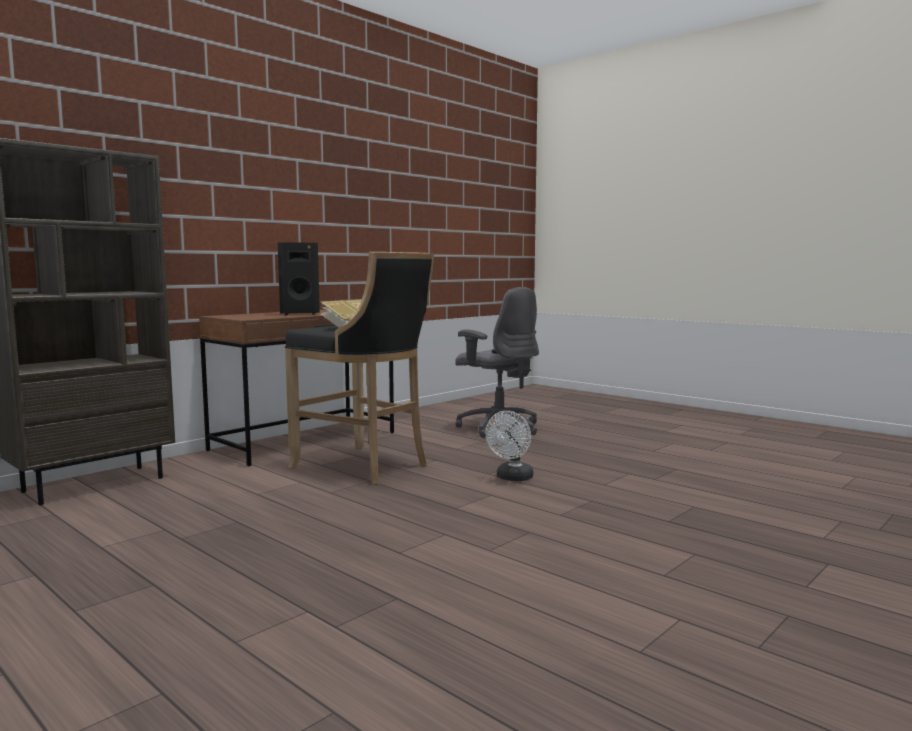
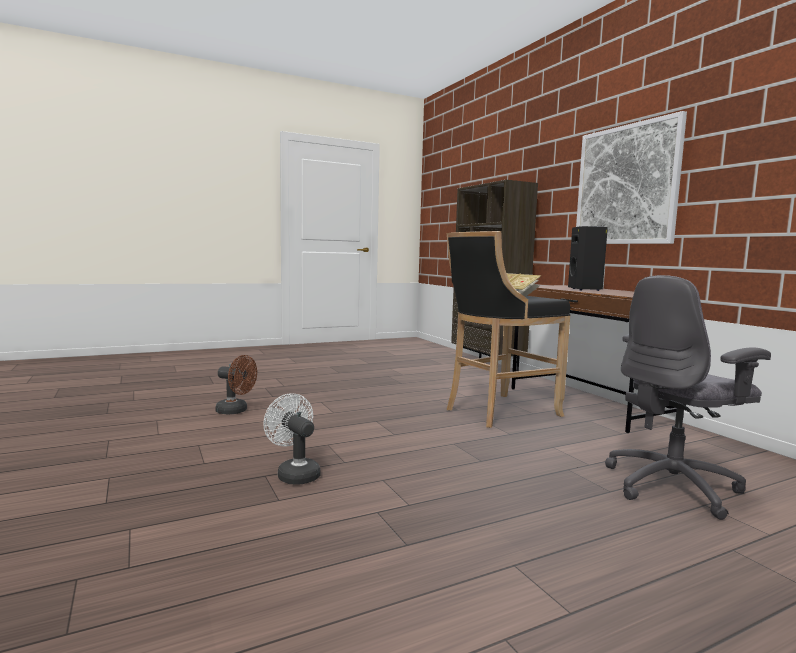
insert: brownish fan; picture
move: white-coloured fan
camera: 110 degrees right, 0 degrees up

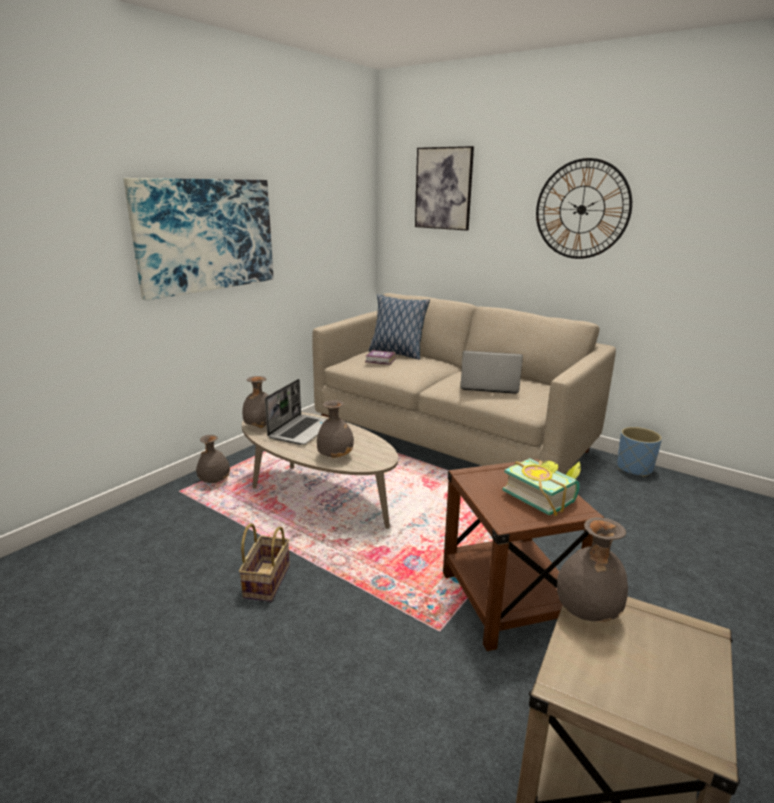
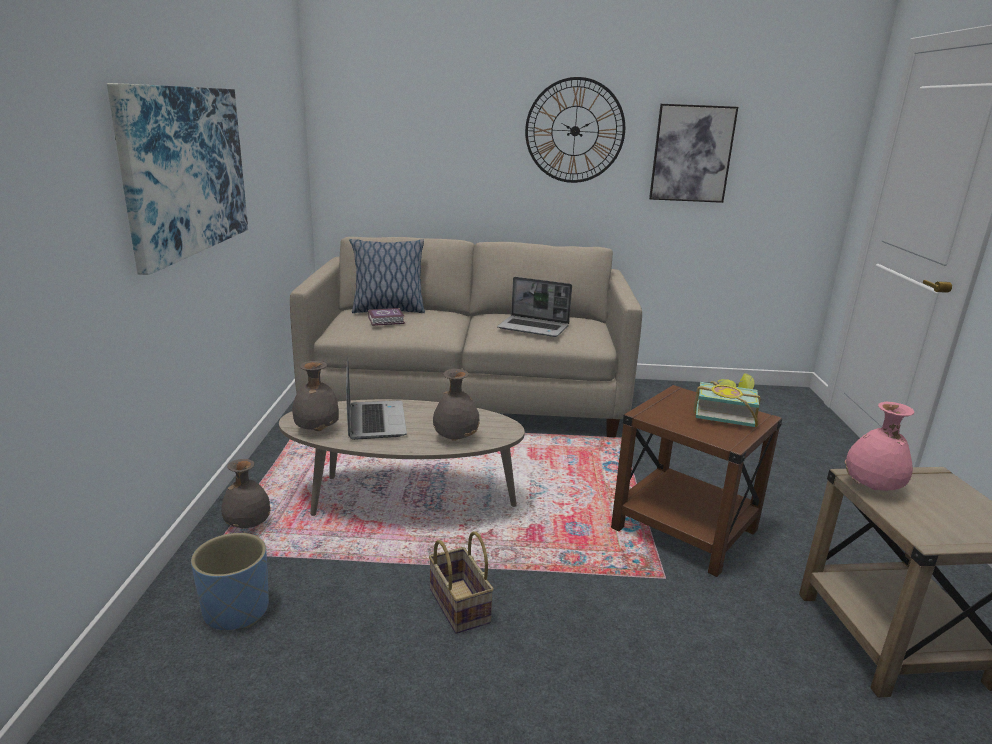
move: blue-coloured planter; picture (2nd from left)
recolor: greyish vase (4th from left) to pink vase
rotate: portable computer (2nd from left) 135 degrees counterclockwise
camera: 35 degrees left, 0 degrees up

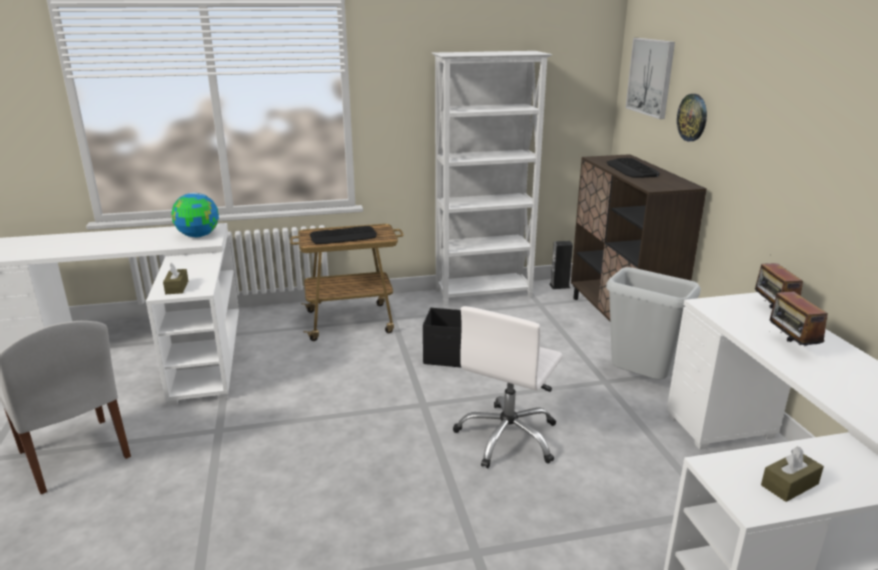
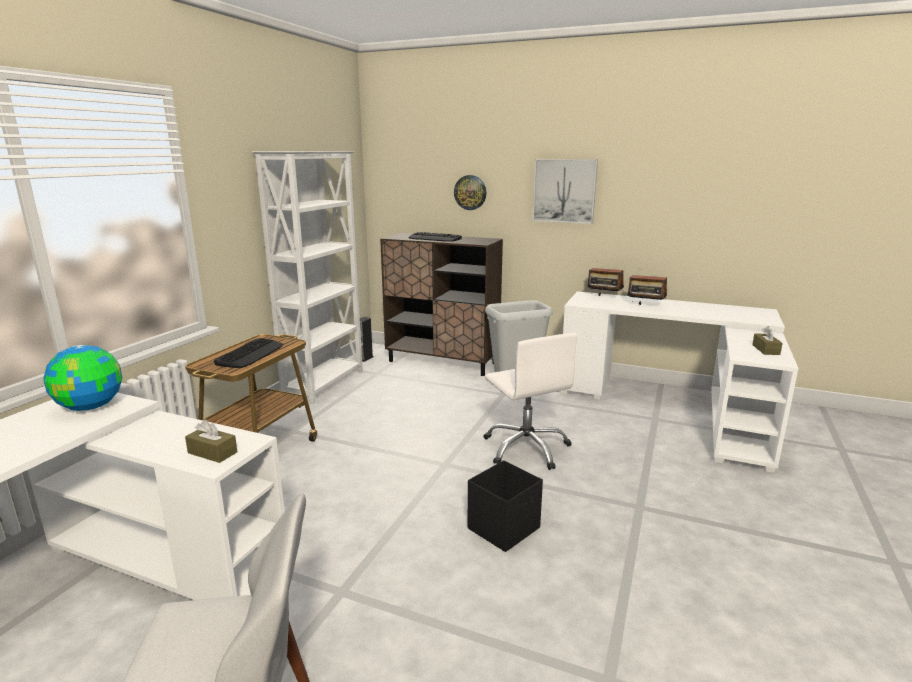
move: blackish storage bin; picture
camera: 55 degrees left, 5 degrees down

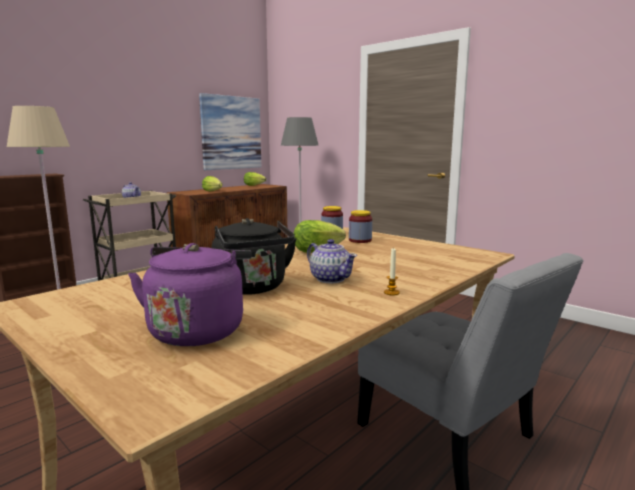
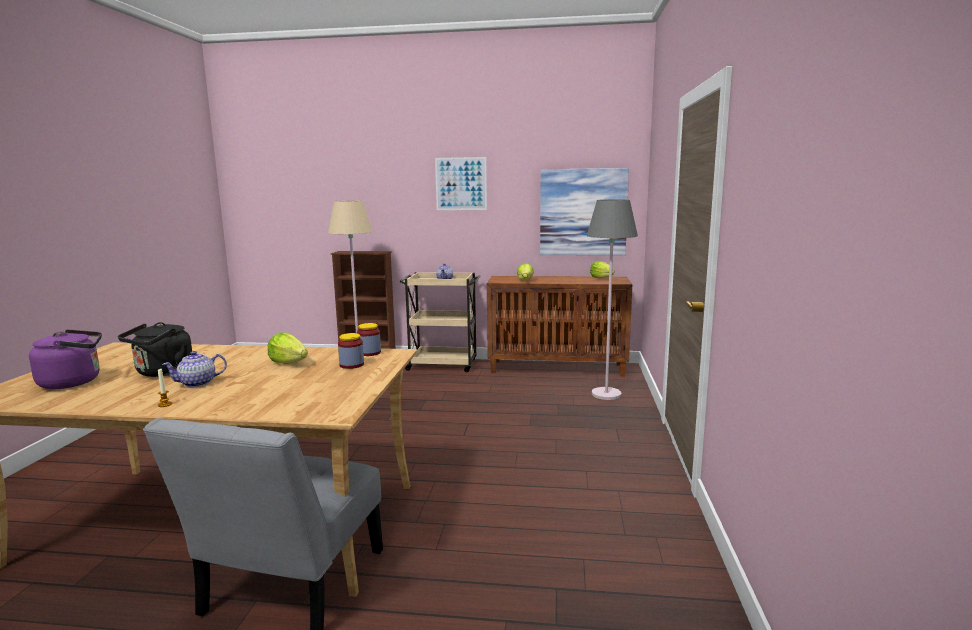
insert: picture (1st from left)
rotate: tea pot (2nd from left in the first image) 45 degrees clockwise
camera: 55 degrees right, 0 degrees up

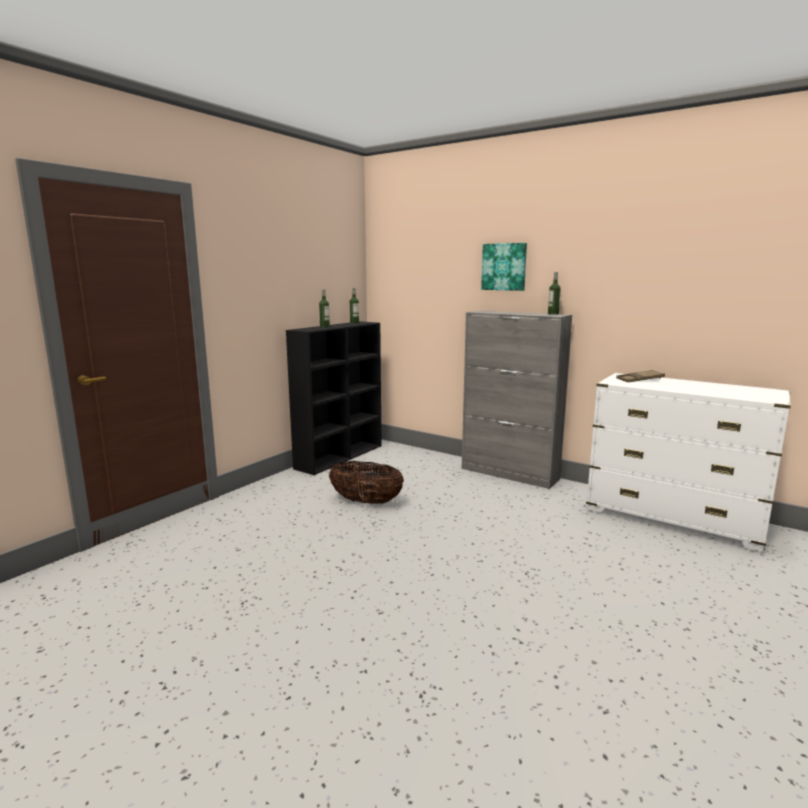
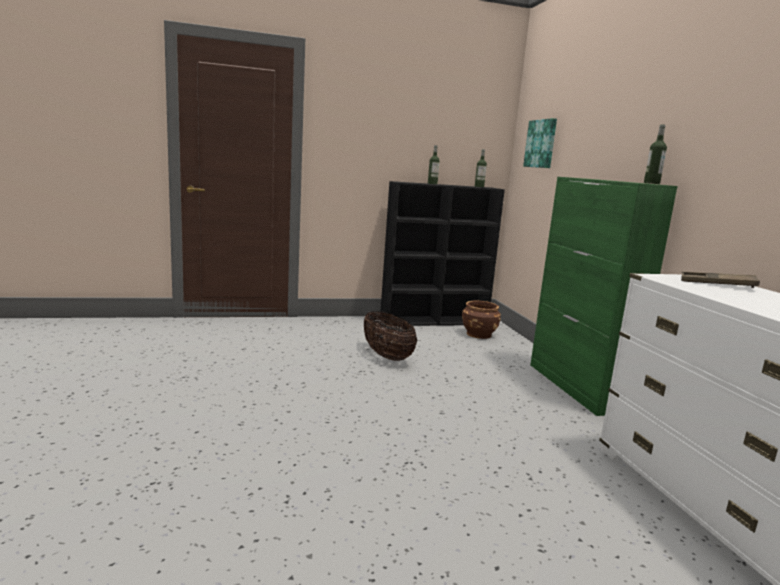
insert: brownish planter
move: picture
recolor: greyish cabinet to greenish cabinet
camera: 40 degrees right, 0 degrees up

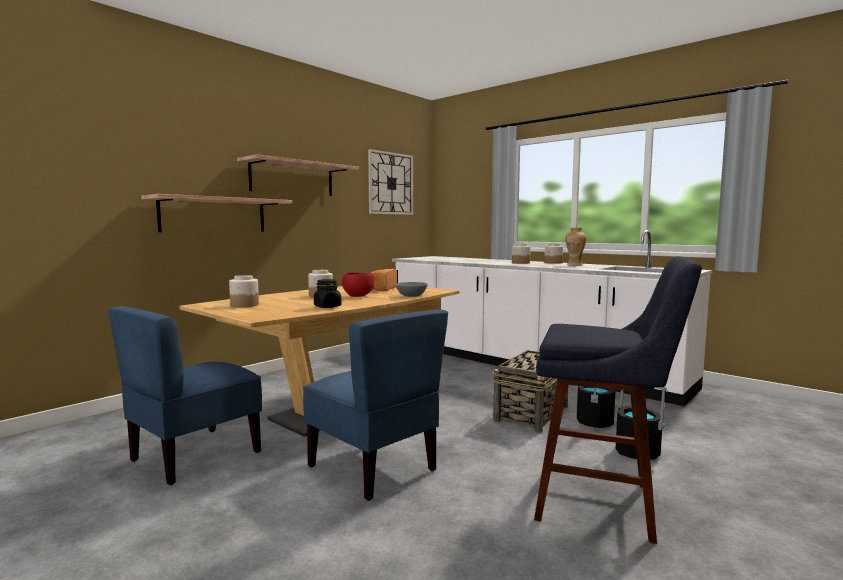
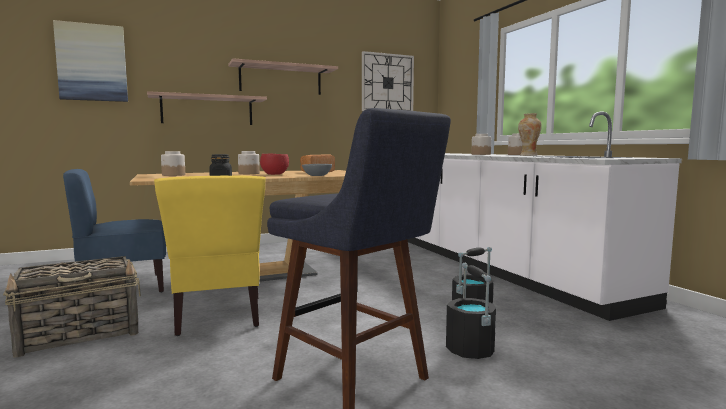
insert: picture
move: basket
recolor: blue-coloured chair (2nd from left) to yellowish chair
camera: 25 degrees right, 0 degrees up

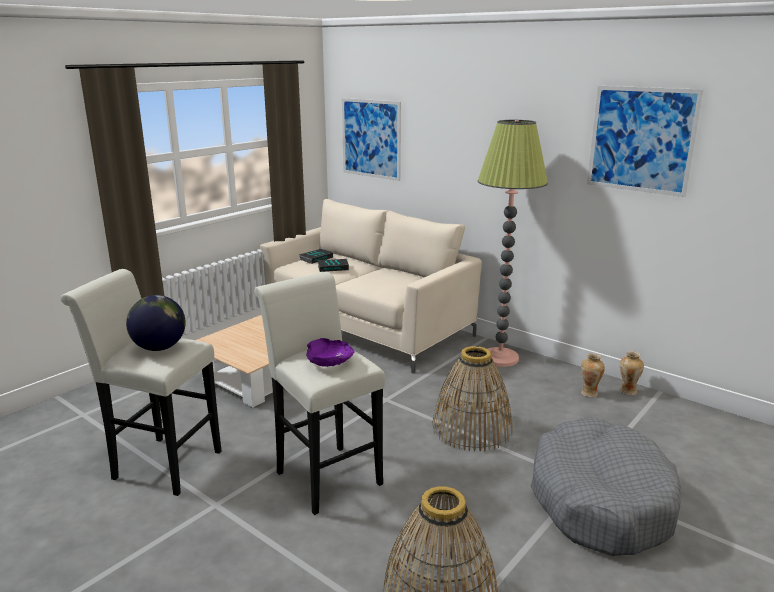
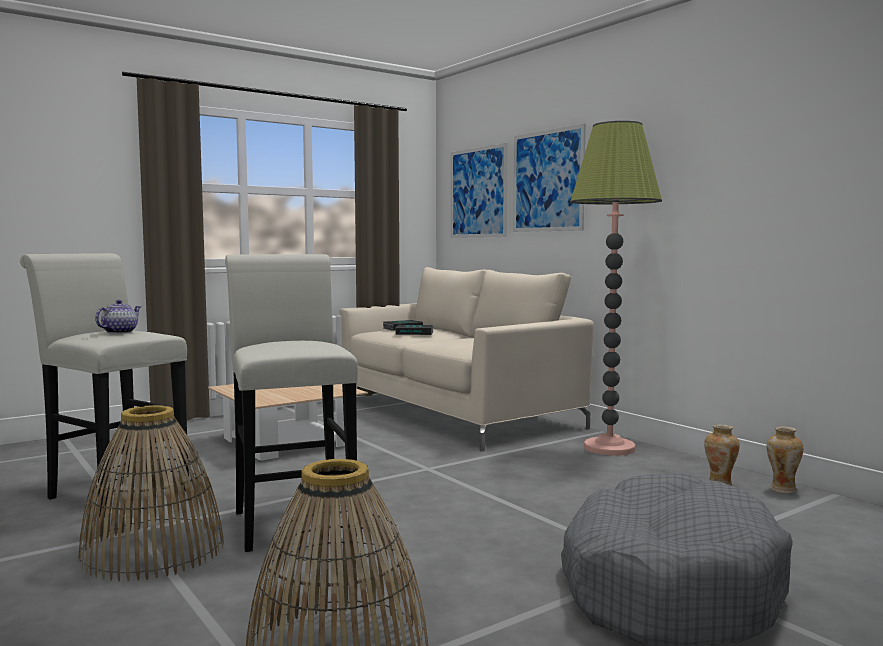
delete: purple-coloured bowl
move: basket (2nd from left in the first image) to basket (1st from left); picture (2nd from left)
replace: globe to tea pot
camera: 15 degrees right, 15 degrees down

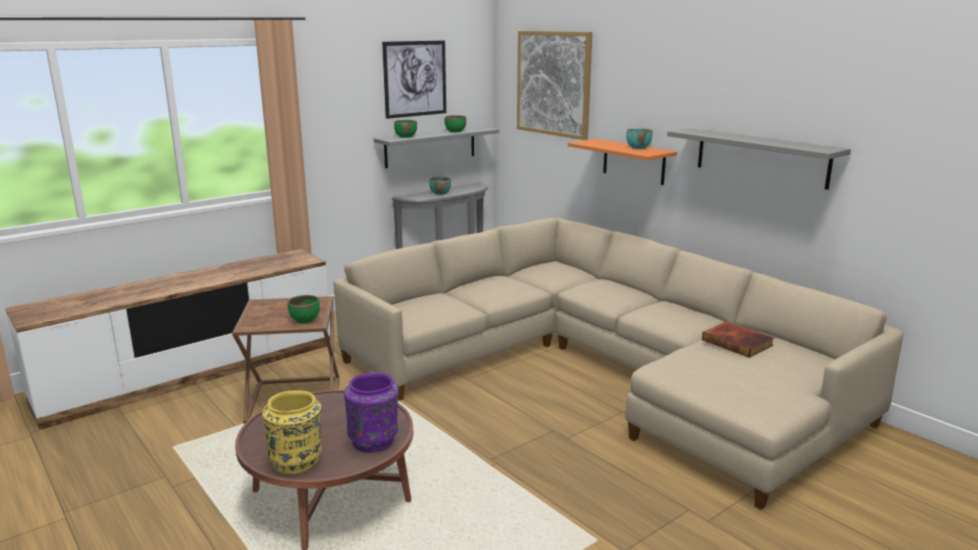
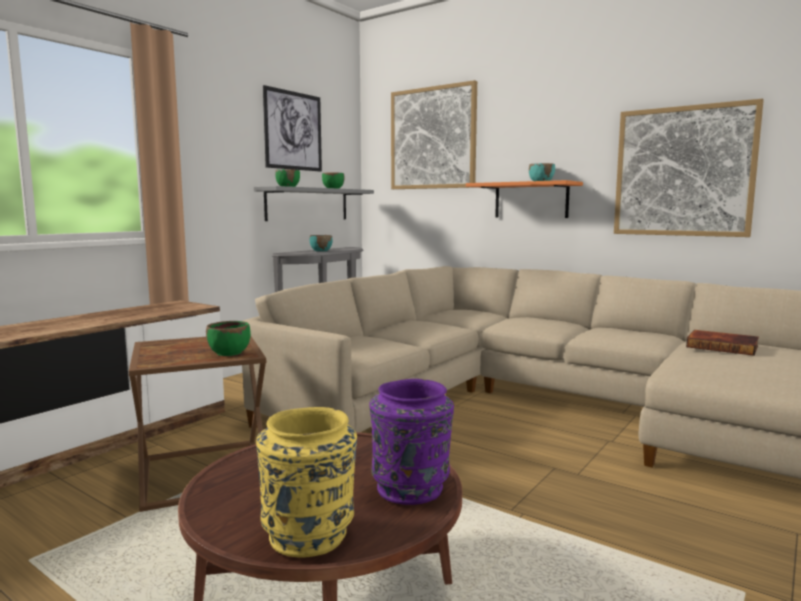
replace: greyish wall shelf (2nd from left) to picture (3rd from left)
camera: 15 degrees left, 10 degrees down

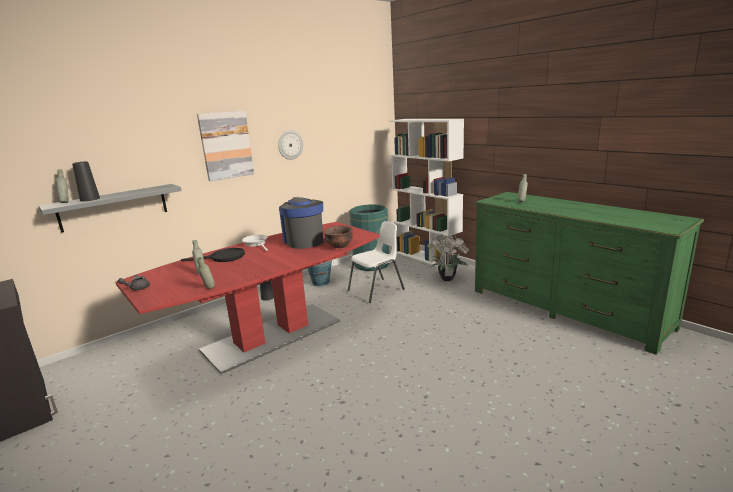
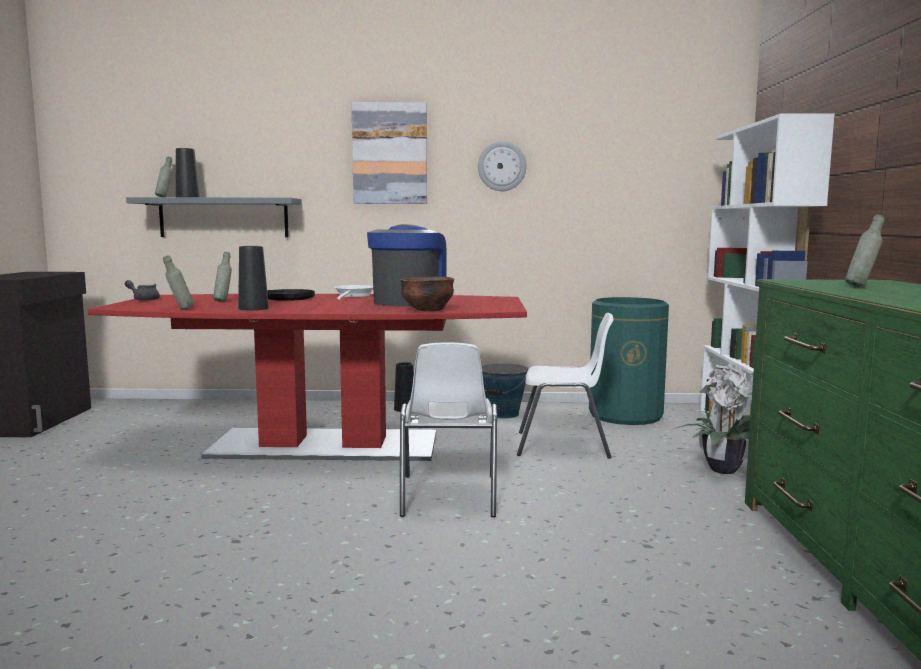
insert: blackish vase (2nd from left); white-coloured chair (1st from left)
camera: 40 degrees right, 10 degrees down

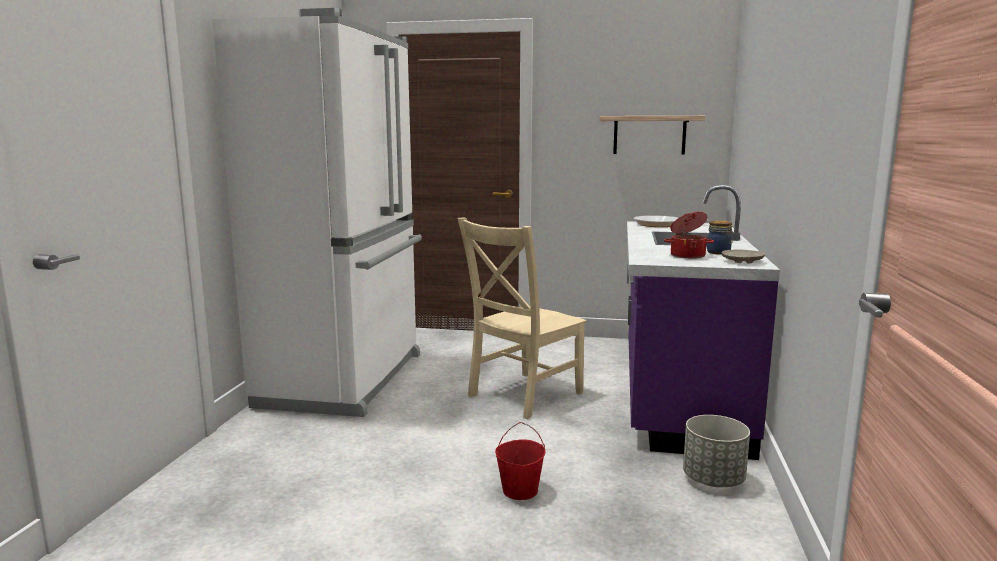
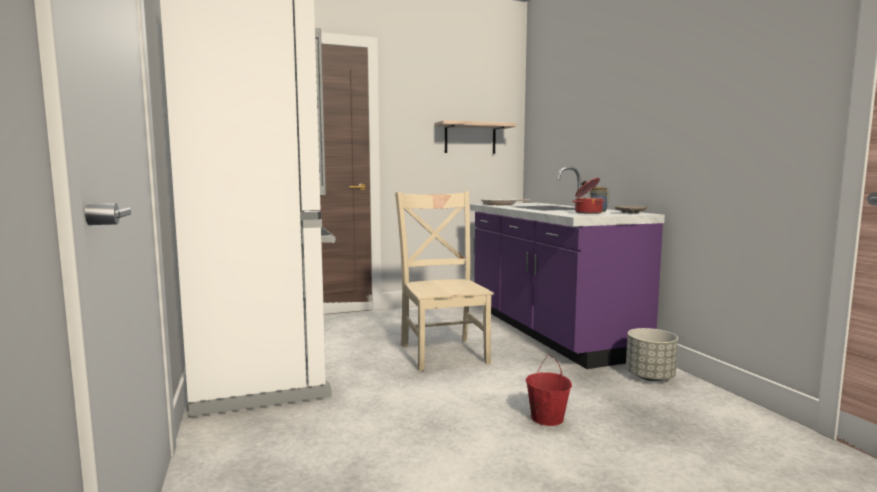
rotate: beige chair 150 degrees clockwise
camera: 30 degrees left, 5 degrees down

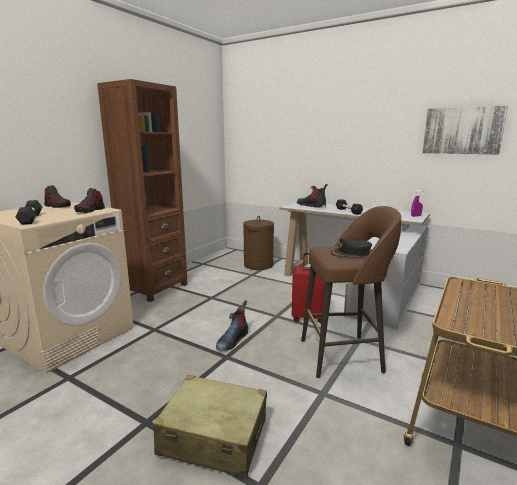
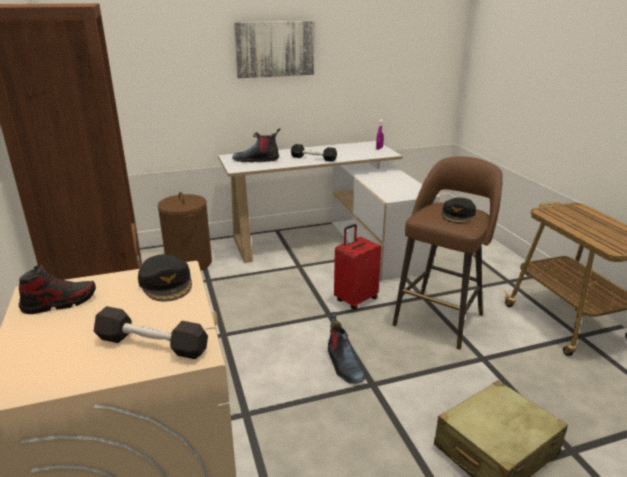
move: picture
replace: shoe (2nd from left) to blackish cap (1st from left)
camera: 50 degrees left, 10 degrees up

